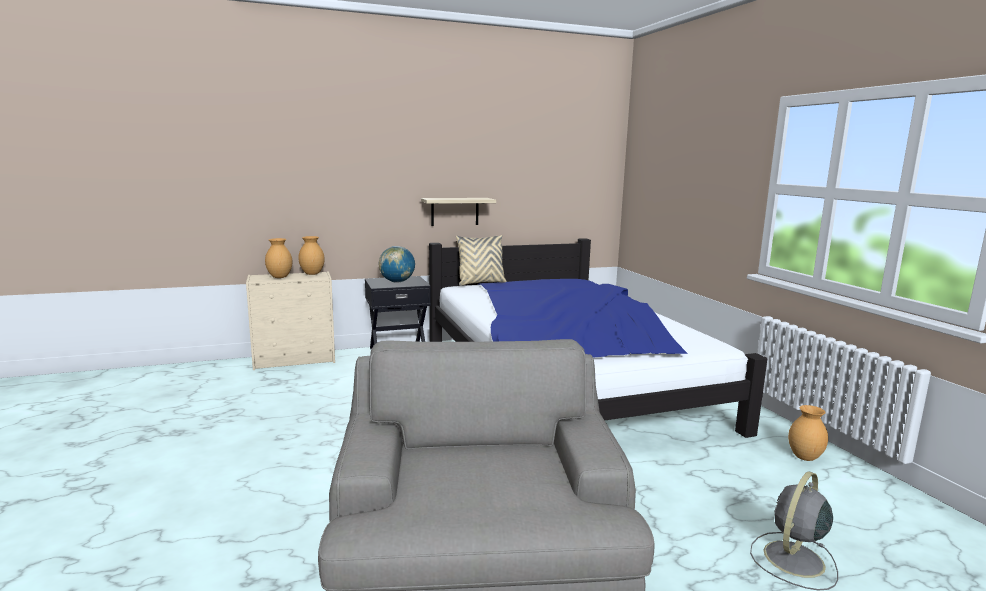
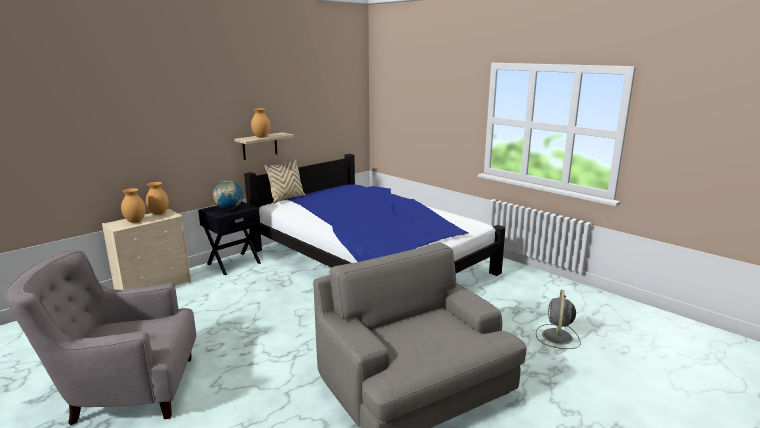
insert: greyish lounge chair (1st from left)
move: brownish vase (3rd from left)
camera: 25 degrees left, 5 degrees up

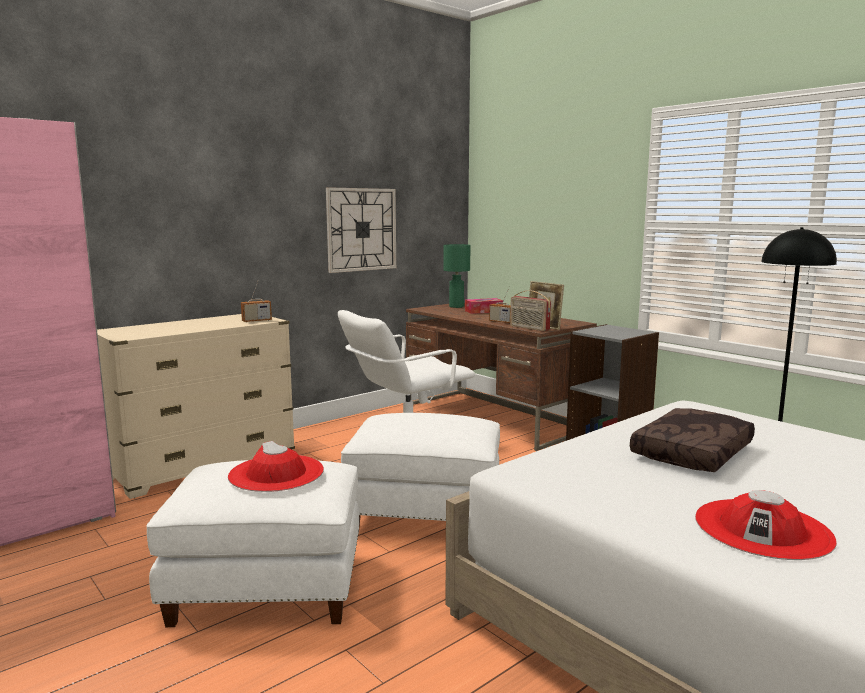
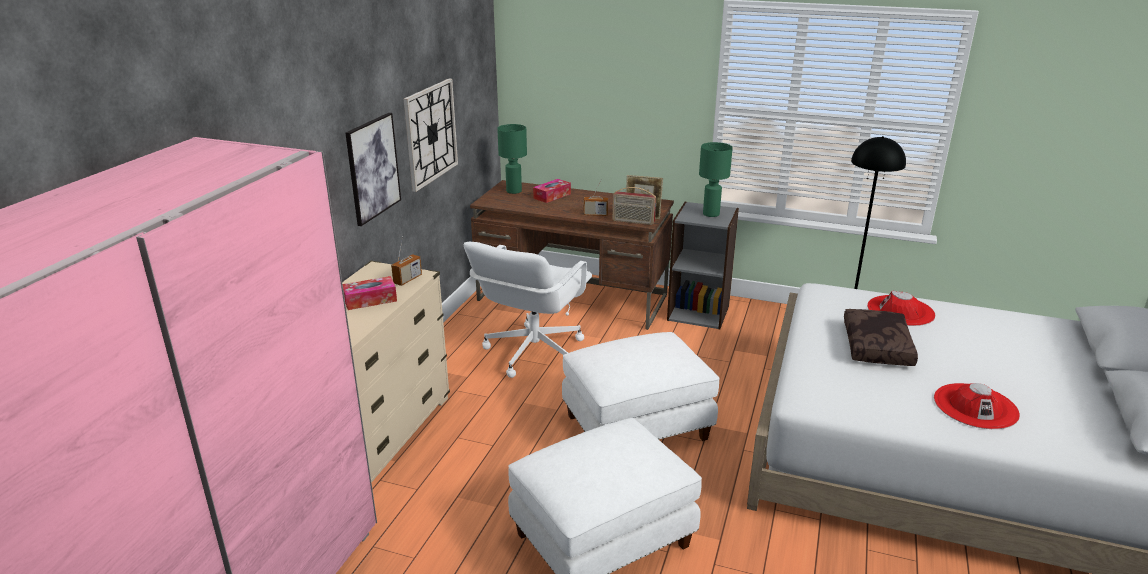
insert: tissue holder (1st from left); picture; greenish lamp for a table (2nd from left)
move: red-coloured hat (1st from left)
camera: 30 degrees left, 15 degrees up

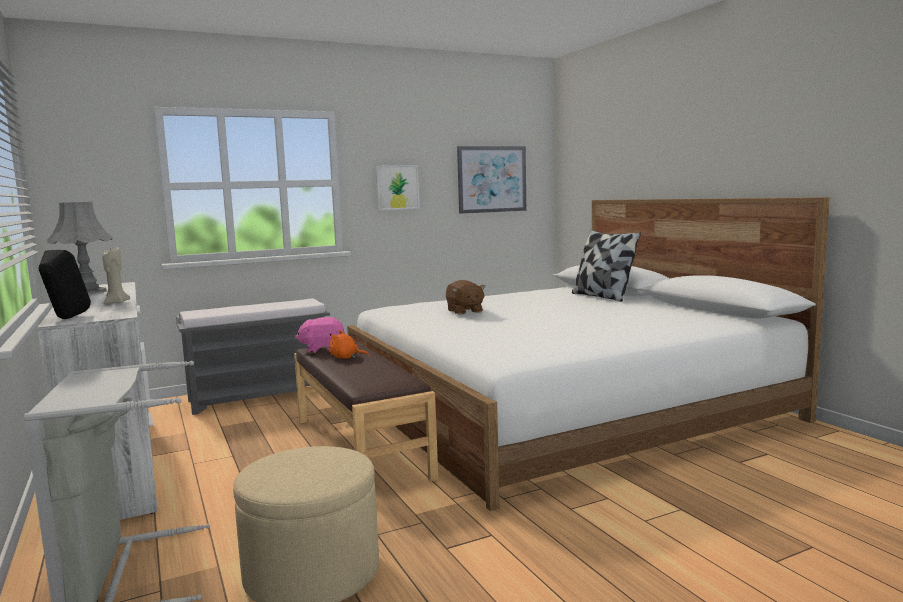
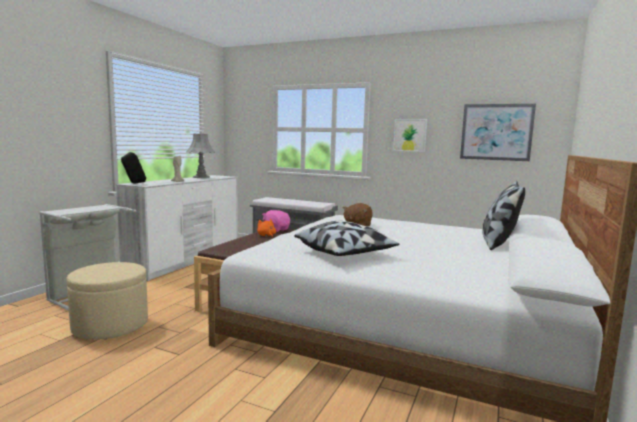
insert: cushion (1st from left)
camera: 50 degrees right, 0 degrees up

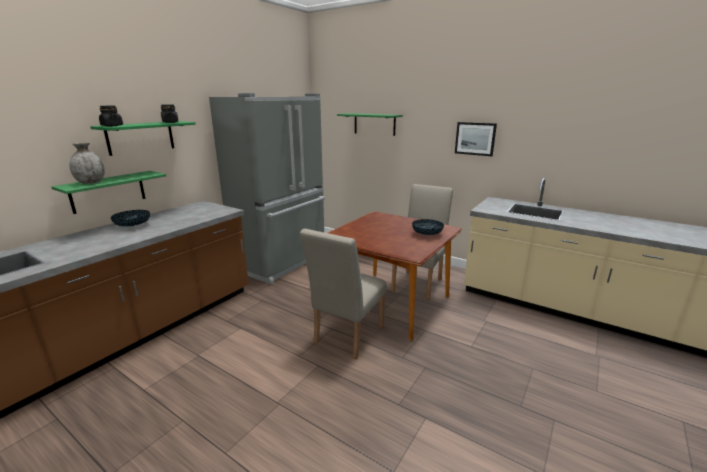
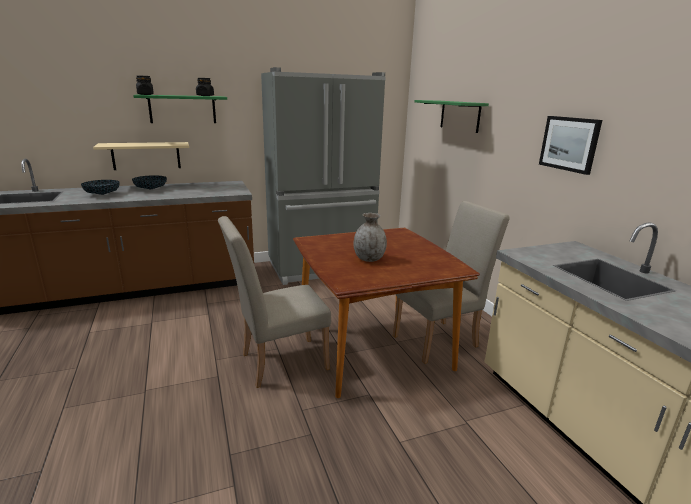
move: bowl (2nd from left in the first image) to bowl (1st from left); greyish vase
recolor: greenish wall shelf (1st from left) to beige wall shelf
camera: 35 degrees right, 0 degrees up

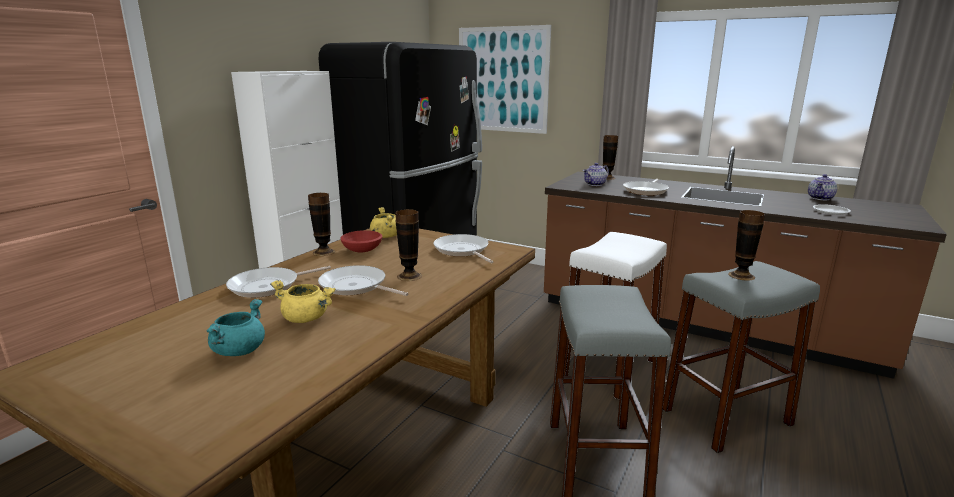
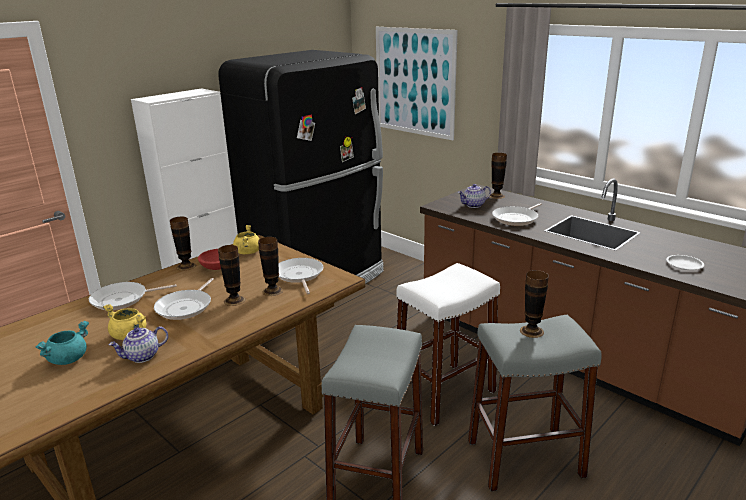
insert: vase (3rd from left)
move: tea pot (2nd from left in the first image) to tea pot (1st from left)
rotate: frying pan (2nd from left) 120 degrees counterclockwise
camera: 15 degrees right, 5 degrees up

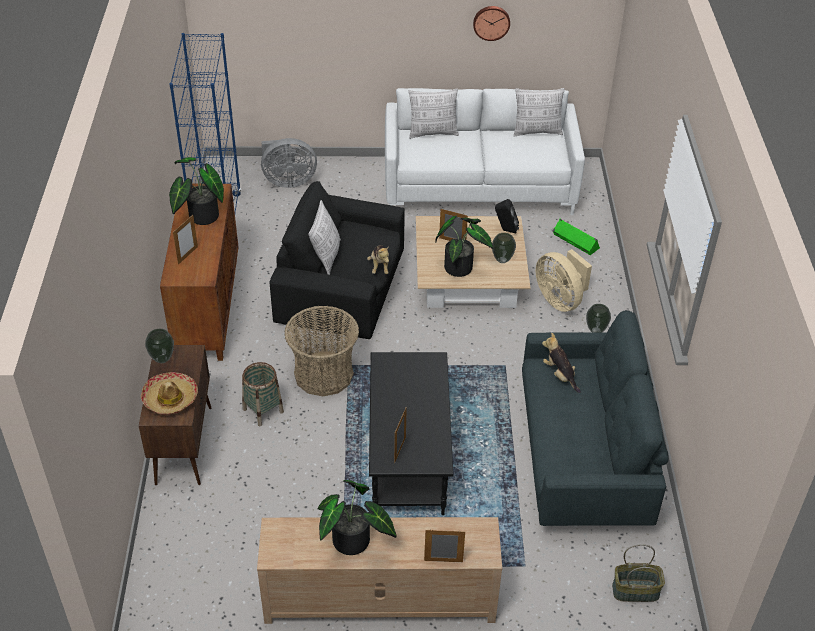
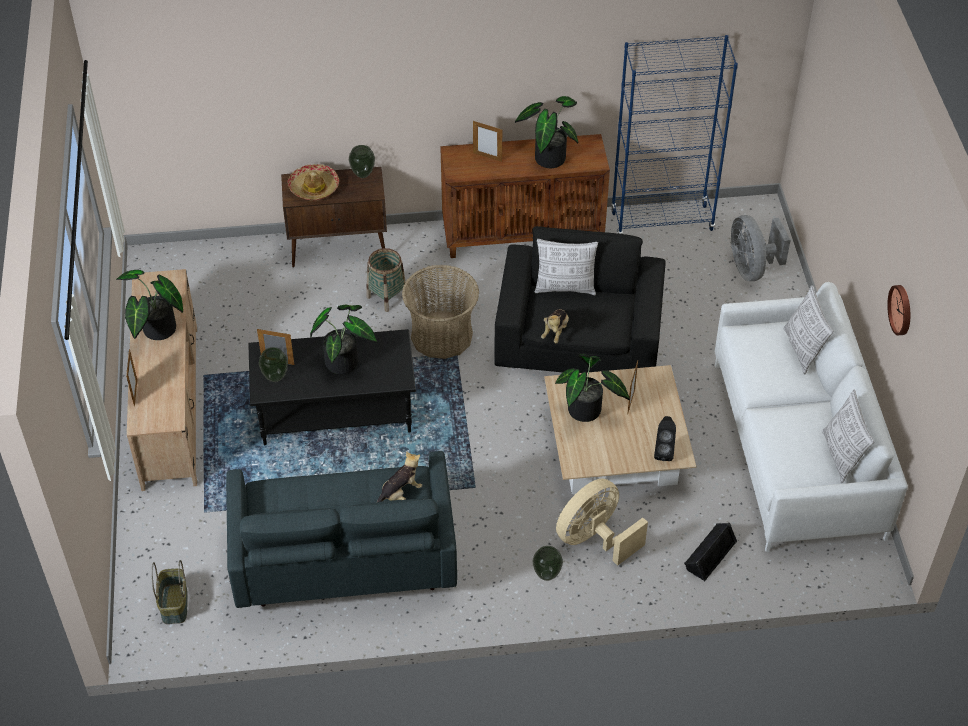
insert: houseplant (2nd from left)
move: vase (2nd from left in the first image) to vase (1st from left)
recolor: greenish loudspeaker to blackish loudspeaker (2nd from left)
rotate: plush toy (1st from left in the first image) 60 degrees counterclockwise
camera: 85 degrees right, 5 degrees up

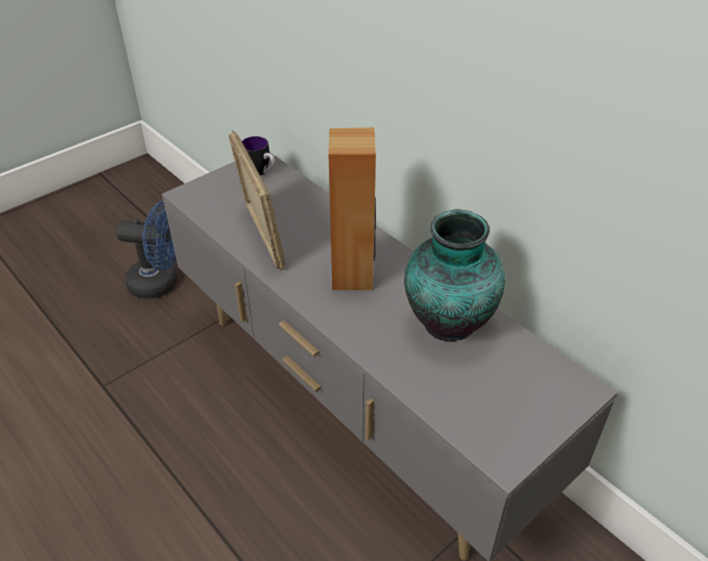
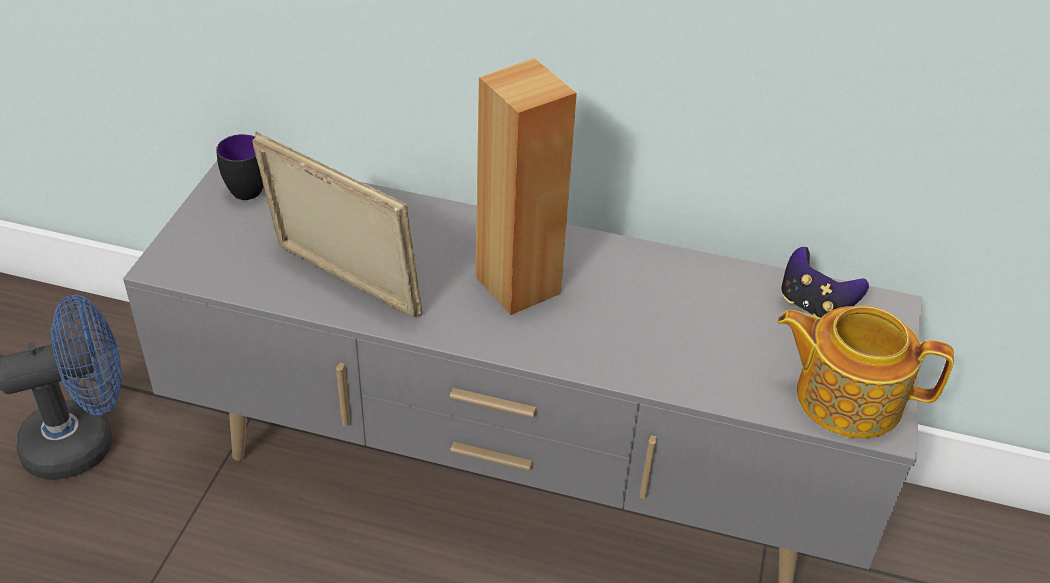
delete: vase
insert: tea pot; gamepad
camera: 35 degrees left, 0 degrees up

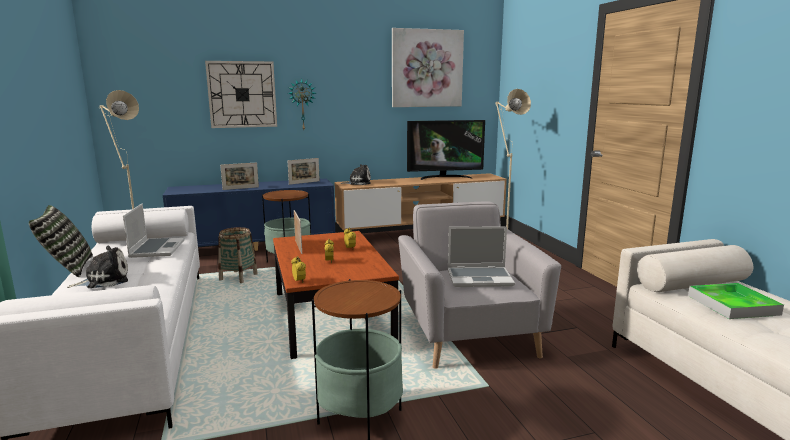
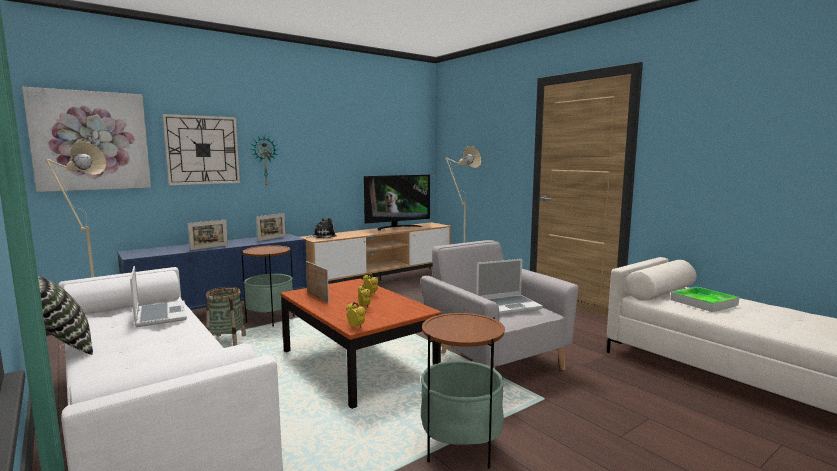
delete: plush toy (1st from left)
move: picture
camera: 20 degrees left, 5 degrees down

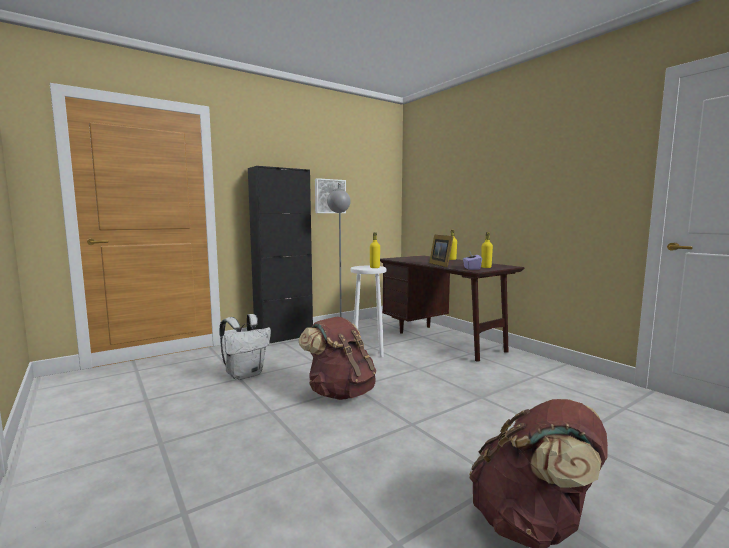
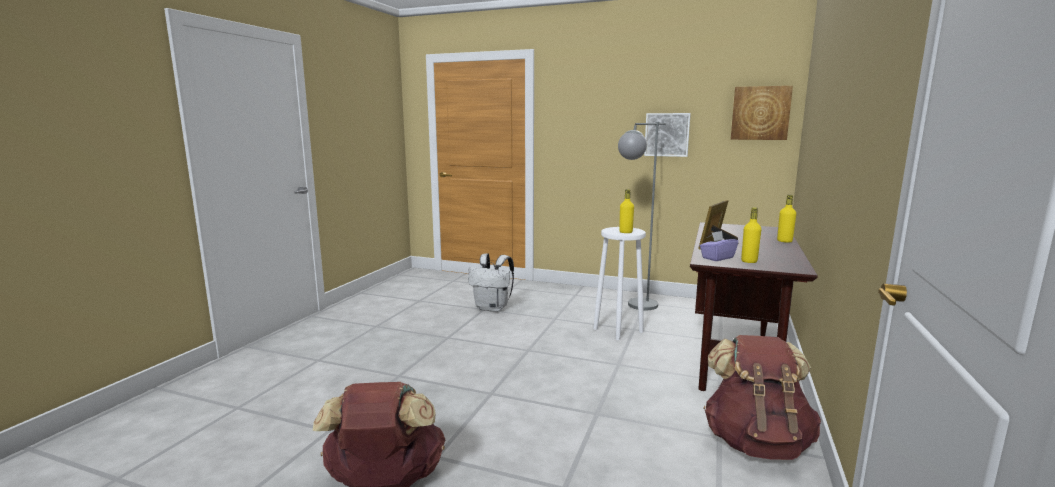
delete: blackish cabinet
insert: picture (2nd from left)
move: brownish backpack (1st from left in the first image) to brownish backpack (2nd from left)
camera: 55 degrees right, 5 degrees up

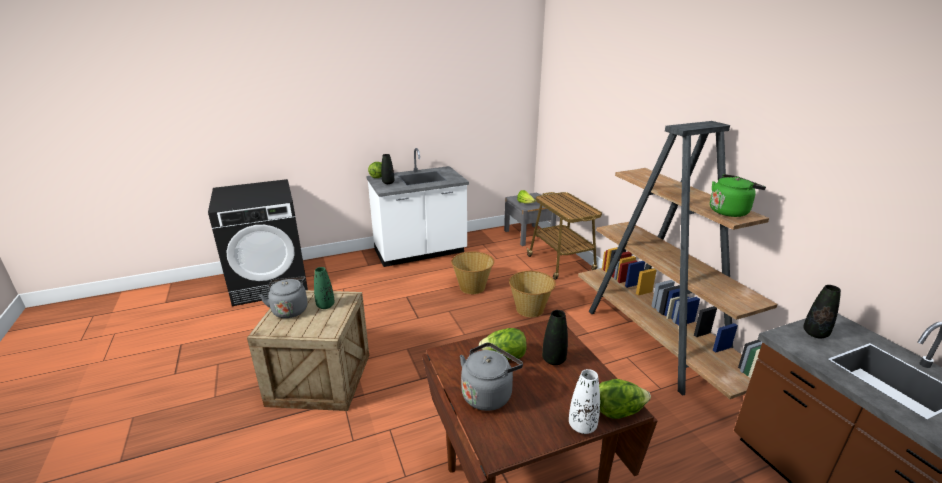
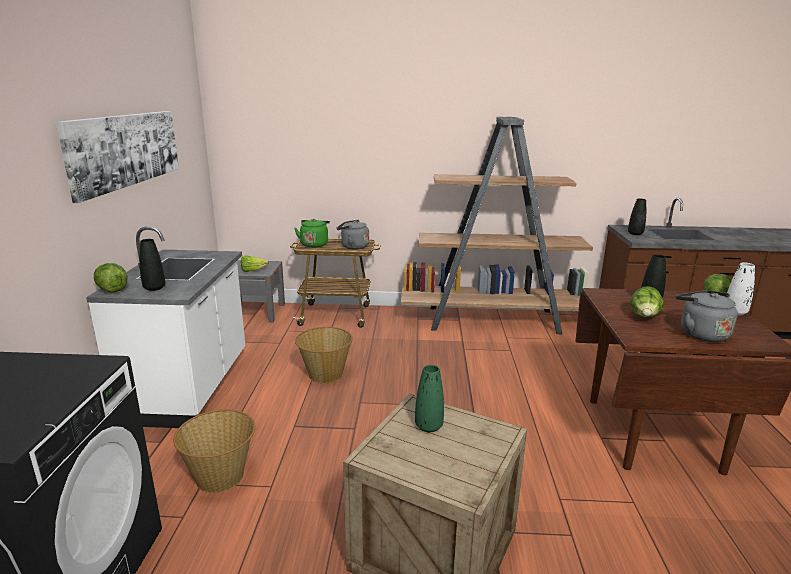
insert: picture
move: basket (2nd from left in the first image) to basket (1st from left); greenish tea kettle; greyish tea kettle (1st from left)
camera: 65 degrees left, 5 degrees down

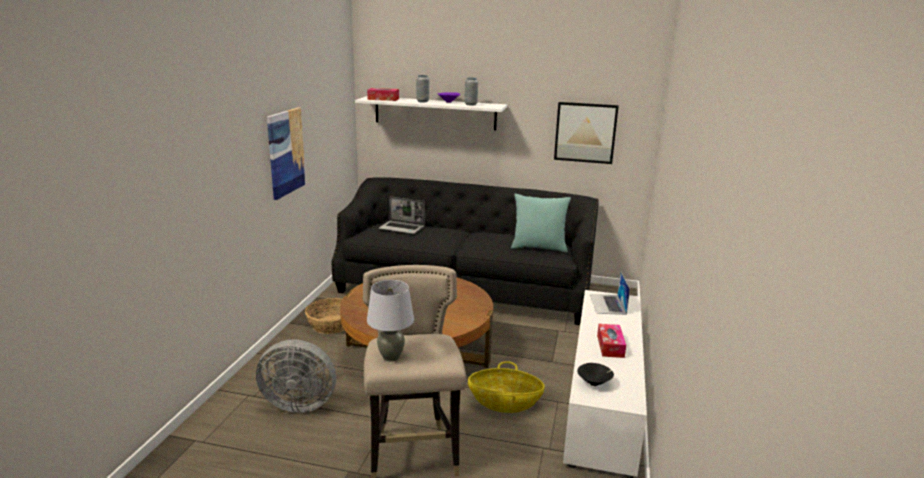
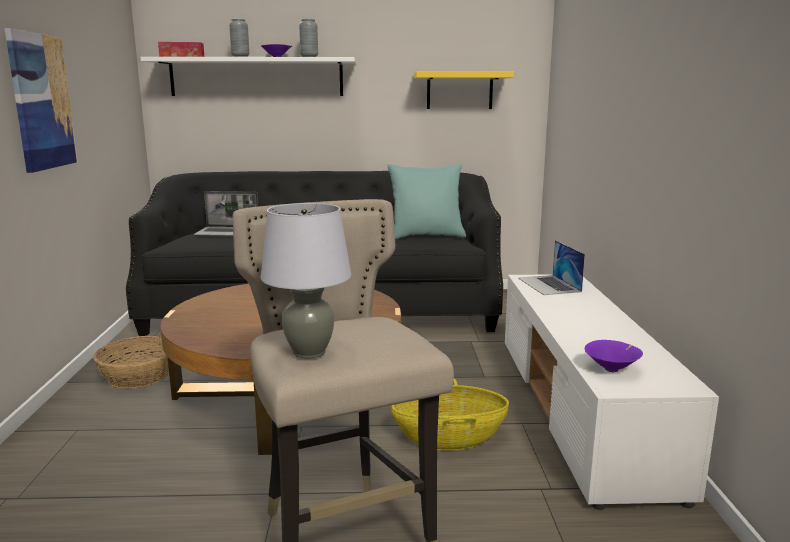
delete: greyish fan; tissue holder (2nd from left)
replace: picture (2nd from left) to yellowish wall shelf
recolor: blackish bowl to purple-coloured bowl (2nd from left)
camera: 15 degrees left, 5 degrees down

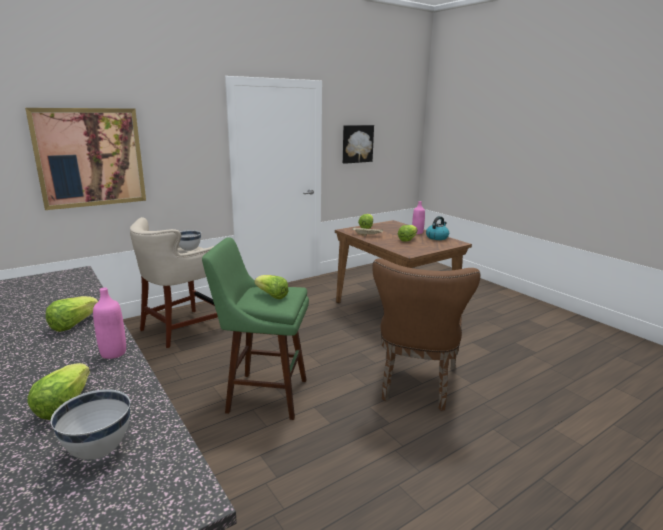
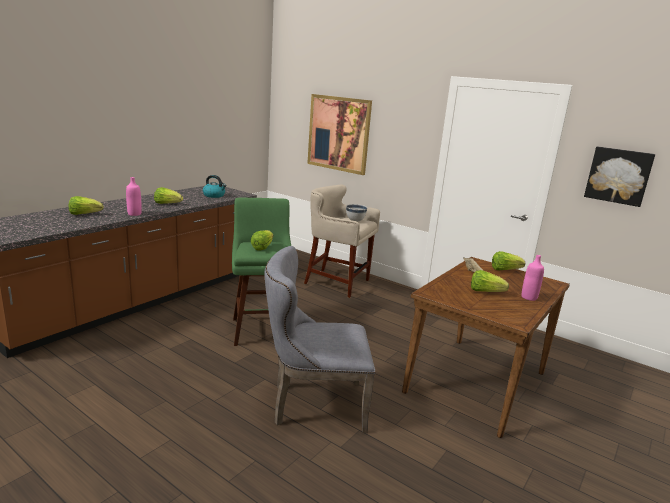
delete: white-coloured bowl (1st from left)
move: tea kettle
recolor: brownish chair to greyish chair
camera: 70 degrees right, 0 degrees up

